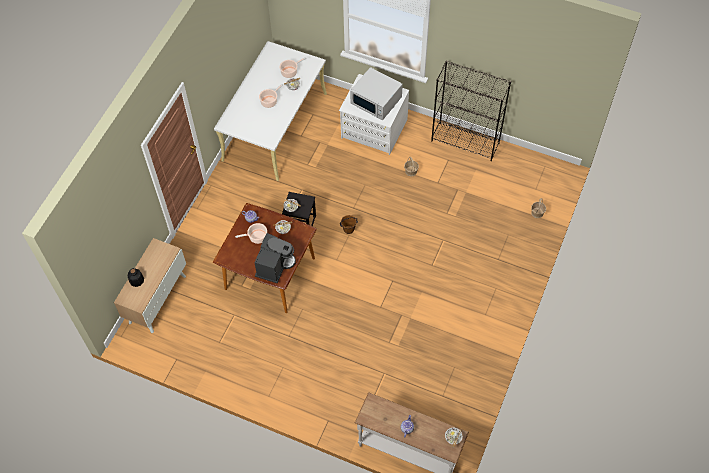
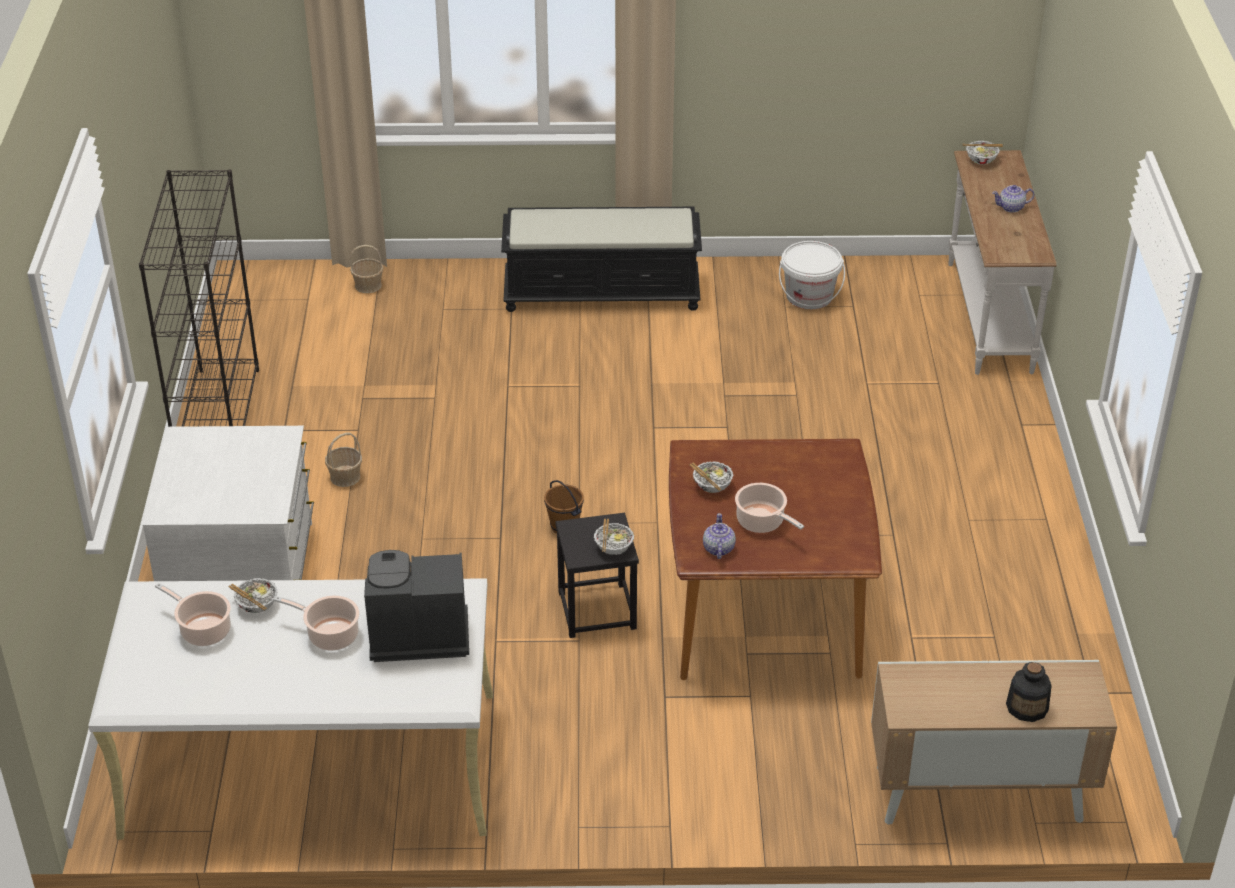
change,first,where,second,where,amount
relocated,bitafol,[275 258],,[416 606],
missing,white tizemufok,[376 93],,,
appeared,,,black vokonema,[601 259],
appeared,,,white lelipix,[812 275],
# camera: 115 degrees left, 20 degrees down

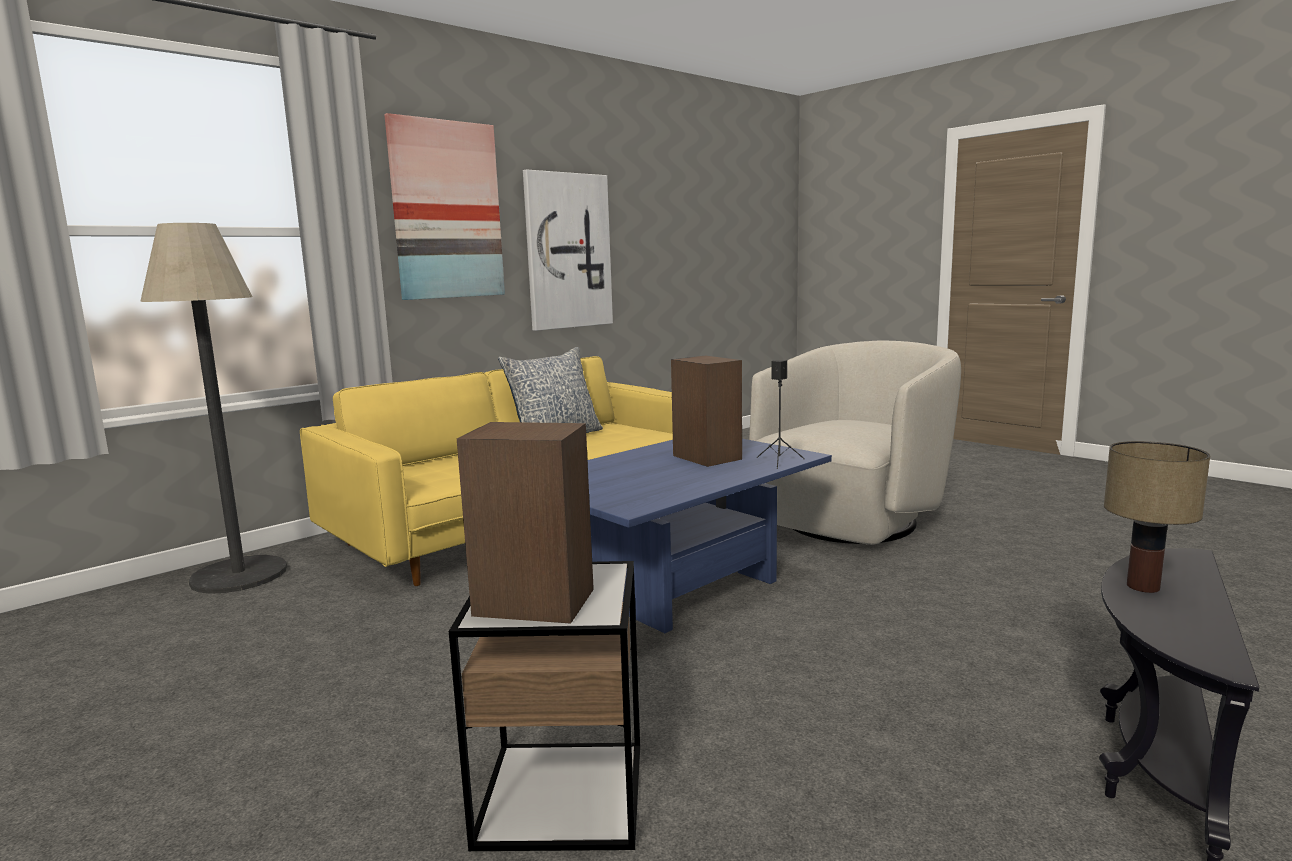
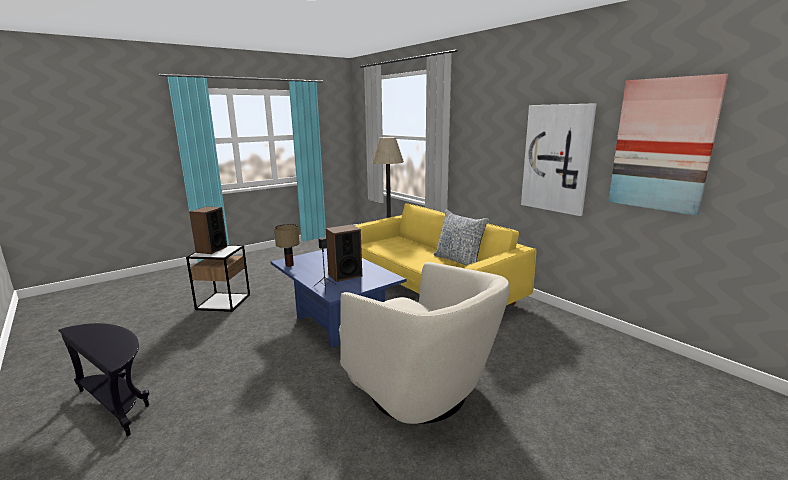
change,first,where,second,where,amount
relocated,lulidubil,[444 206],,[668 145],
relocated,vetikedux,[1157 517],,[287 245],
# camera: 95 degrees right, 5 degrees up

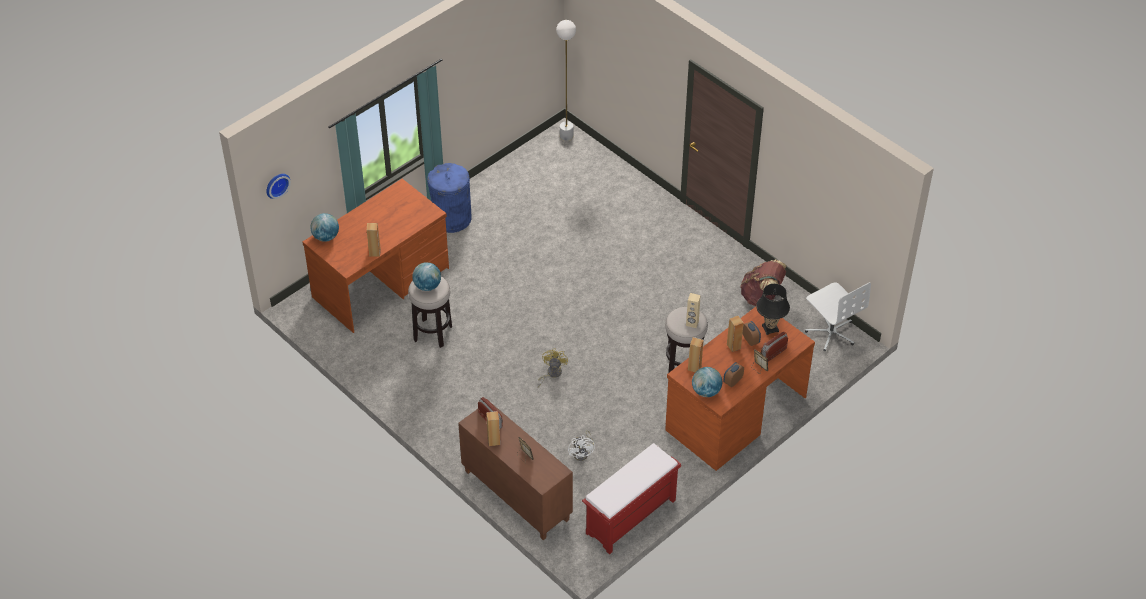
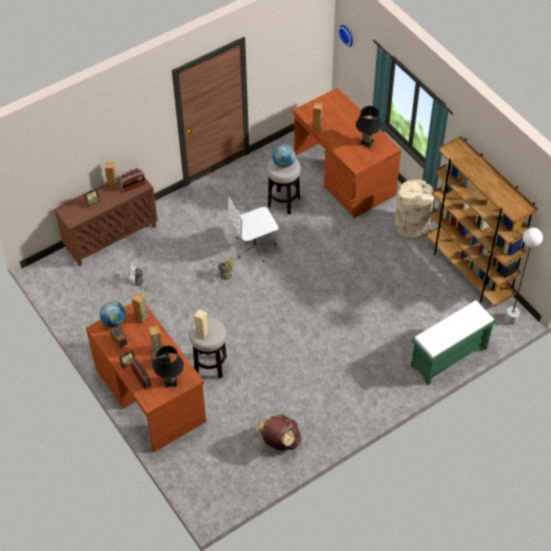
change,first,where,second,where,amount
missing,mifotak,[324 227],,,
colour,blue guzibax,[449 198],beige guzibax,[414 209],
missing,red vokonema,[631 499],,,
relocated,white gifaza,[838 316],,[253 229],
appeared,,,black vetikedux,[369 127],
appeared,,,green vokonema,[453 342],
appeared,,,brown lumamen,[482 221],
# camera: 100 degrees right, 5 degrees up

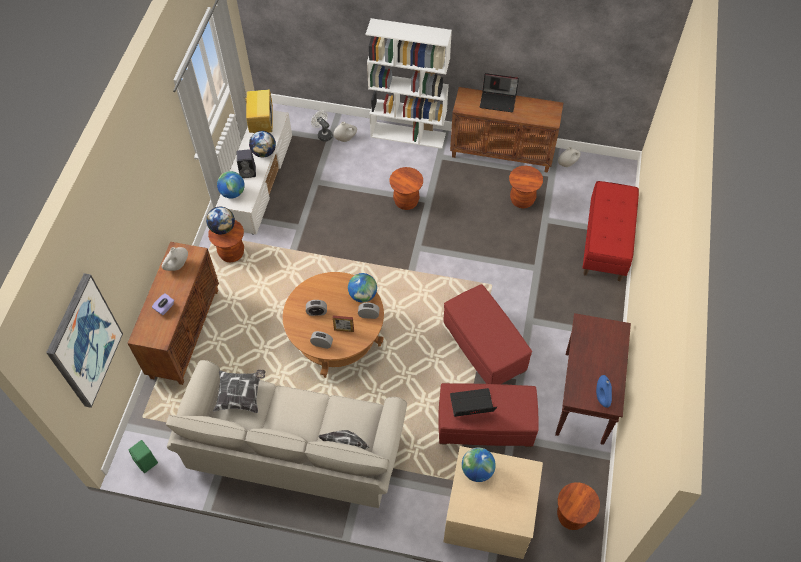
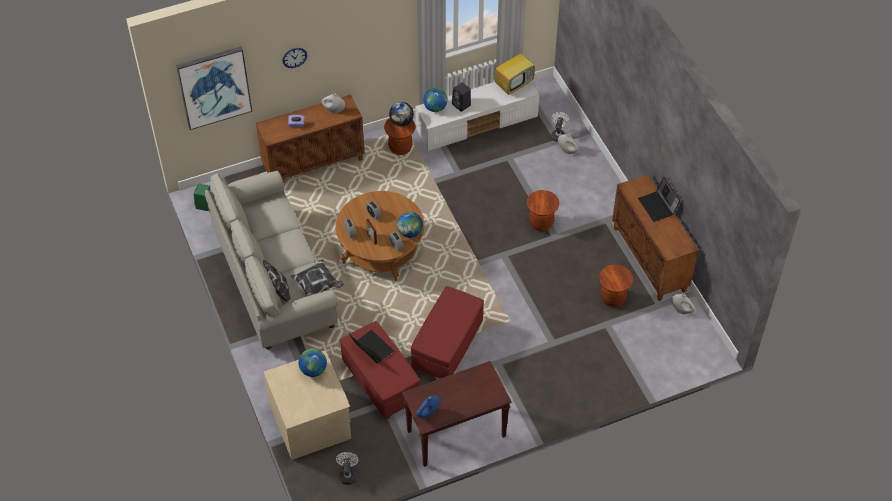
change,first,where,second,where,amount
relocated,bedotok,[239 391],,[317 277],
missing,mifotak,[262 144],,,
missing,white lumamen,[409 83],,,
exchanged,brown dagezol,[578 506],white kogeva,[347 468],
missing,red vokonema,[611 231],,,
appeared,,,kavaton,[294 58],
# camera: 55 degrees right, 5 degrees down

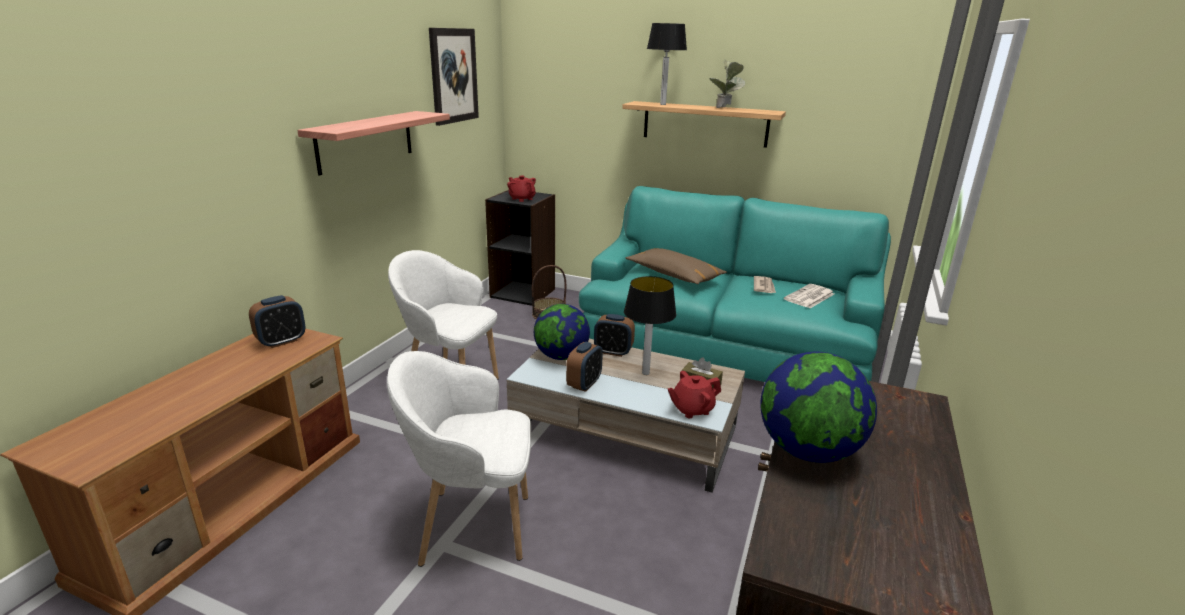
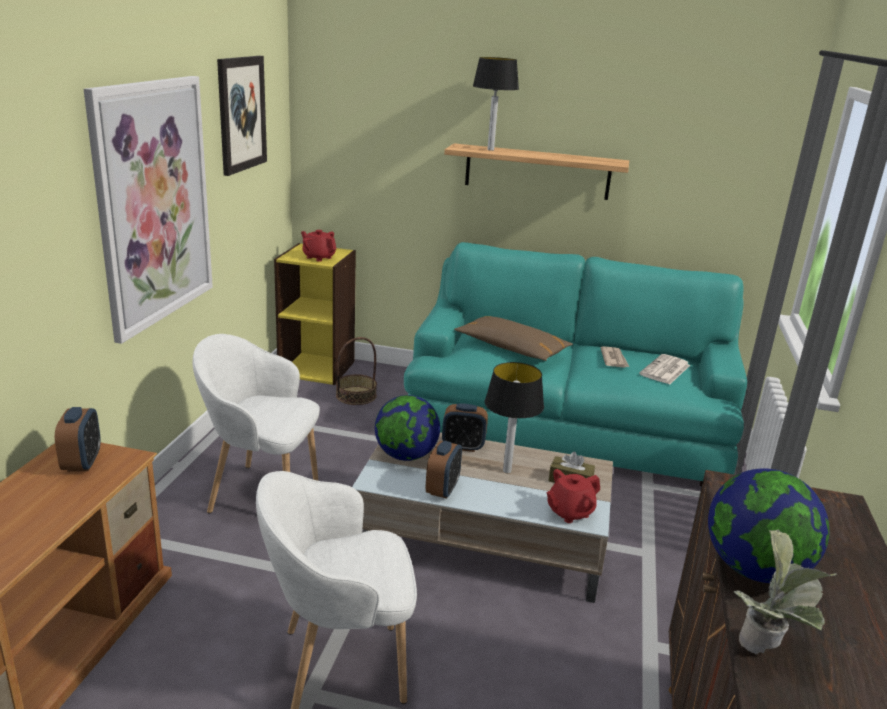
change,first,where,second,where,amount
spun,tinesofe,[277 321],,[78 439],45 degrees counterclockwise
exchanged,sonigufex,[373 143],lulidubil,[148 210],
colour,black lumamen,[520 248],yellow lumamen,[315 314],
relocated,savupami,[727 84],,[785 592],
# camera: 10 degrees left, 0 degrees up

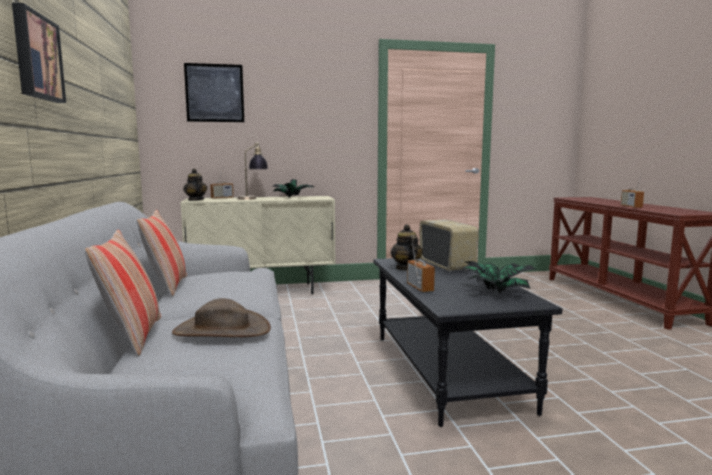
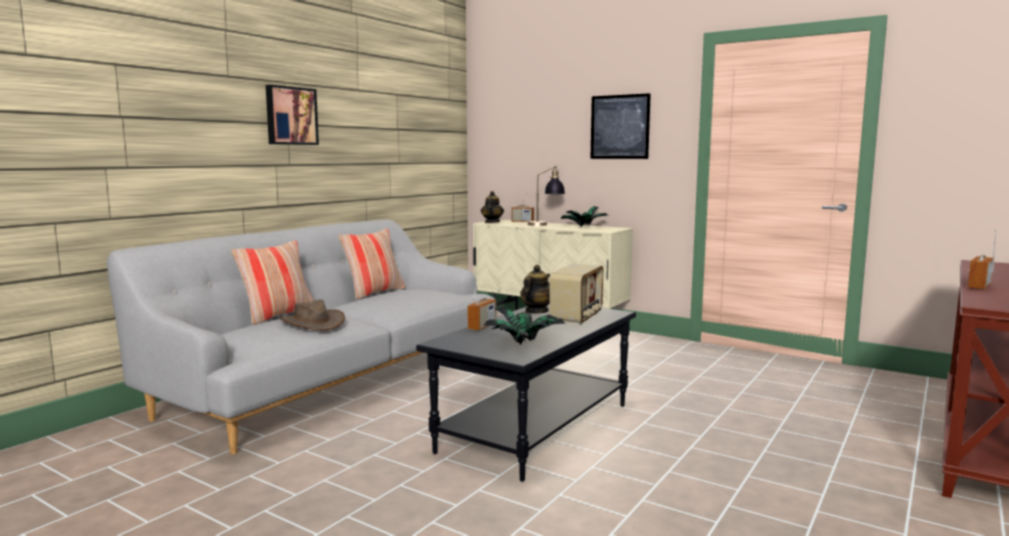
change,first,where,second,where,amount
relocated,lulidubil,[214 92],,[620 126],
# camera: 45 degrees right, 0 degrees up

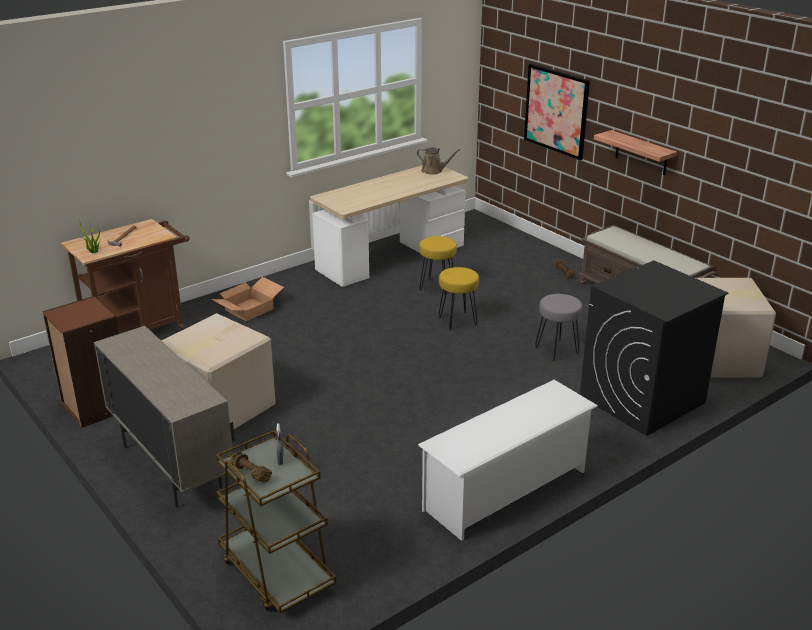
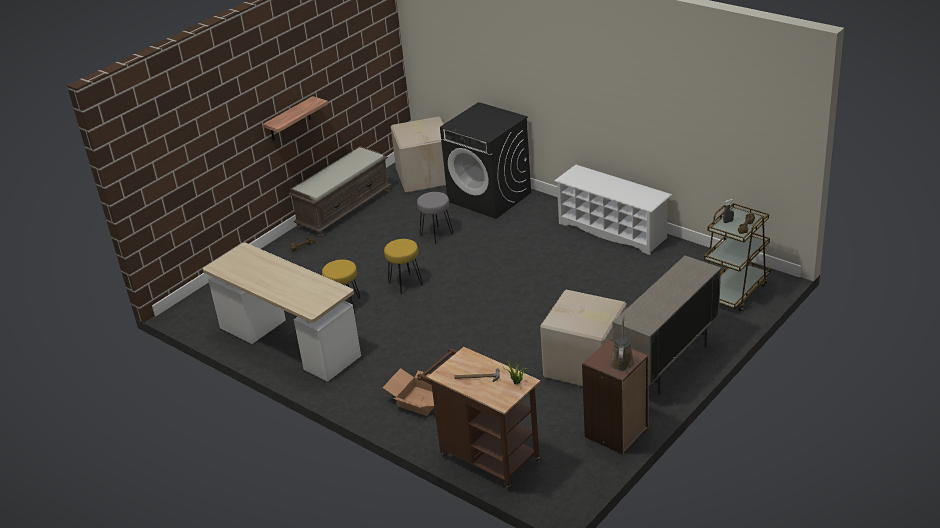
change,first,where,second,where,amount
relocated,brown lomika,[439 161],,[622 343],
missing,lulidubil,[557 112],,,
# camera: 100 degrees left, 5 degrees up

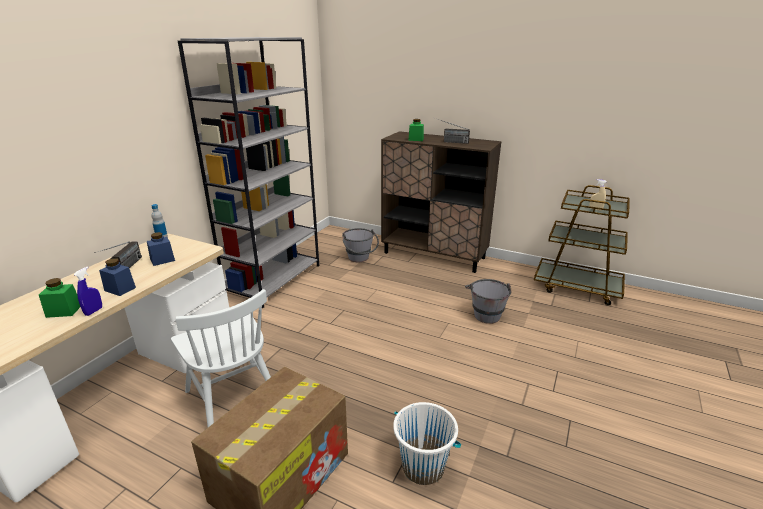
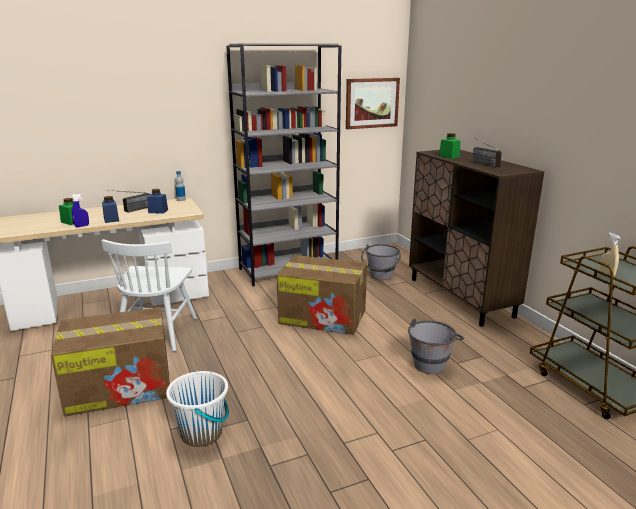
change,first,where,second,where,amount
appeared,,,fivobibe,[322 295],
appeared,,,lulidubil,[373 103],
# camera: 40 degrees right, 5 degrees down

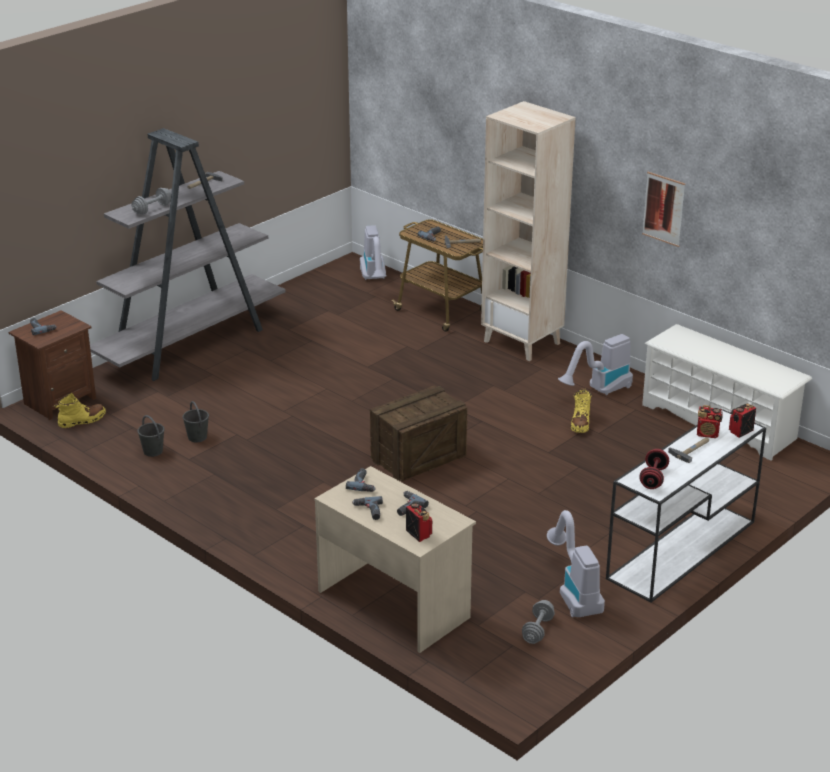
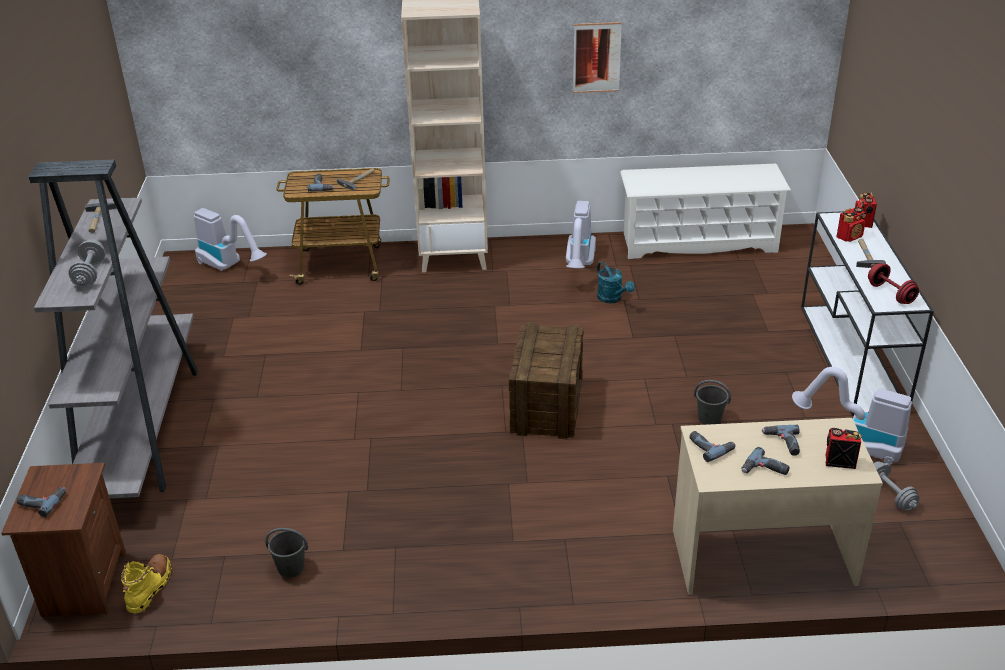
change,first,where,second,where,amount
relocated,grey lelipix,[195 421],,[712 402],
exchanged,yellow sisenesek,[581 410],turquoise lomika,[616 282],
# camera: 45 degrees left, 5 degrees up

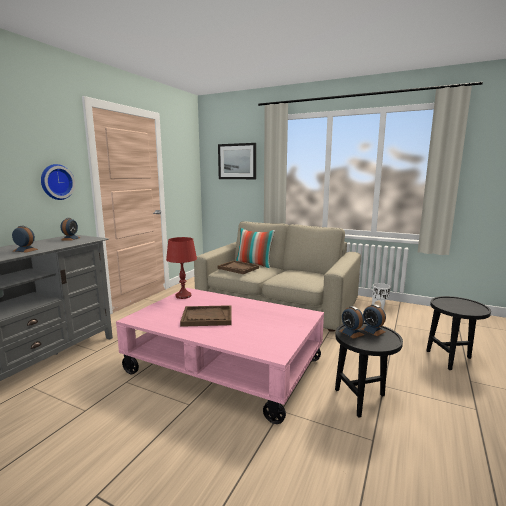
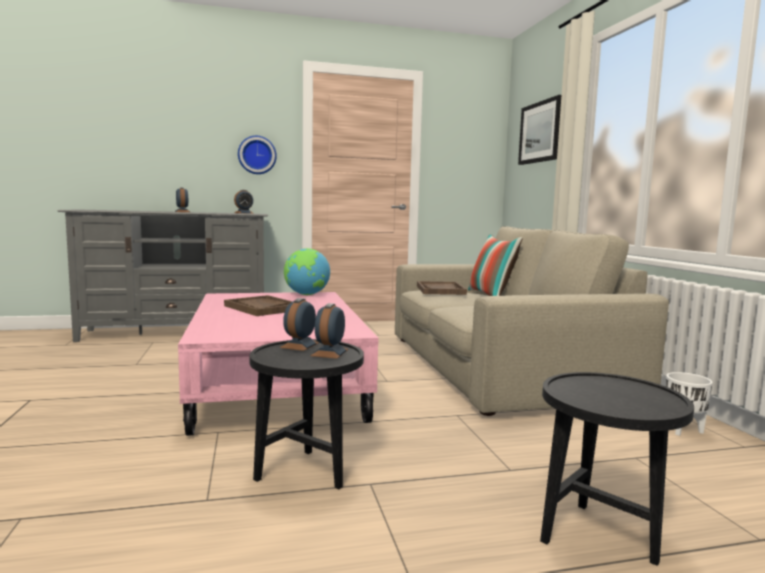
change,first,where,second,where,amount
exchanged,red vetikedux,[181 268],mifotak,[307 271],
# camera: 50 degrees right, 5 degrees down

